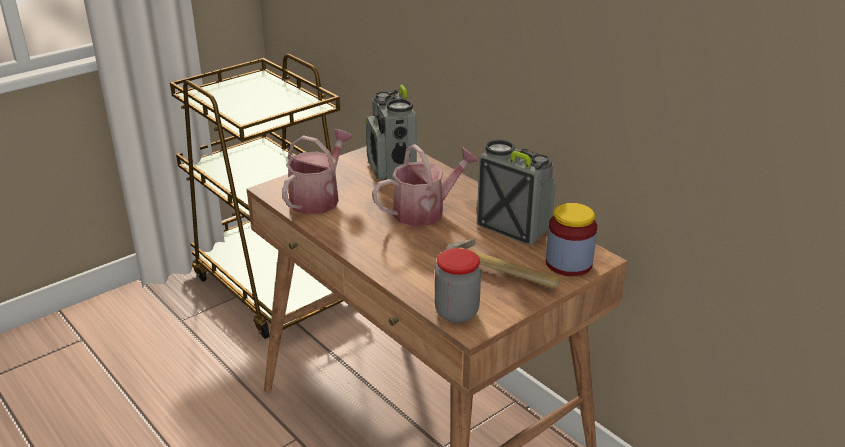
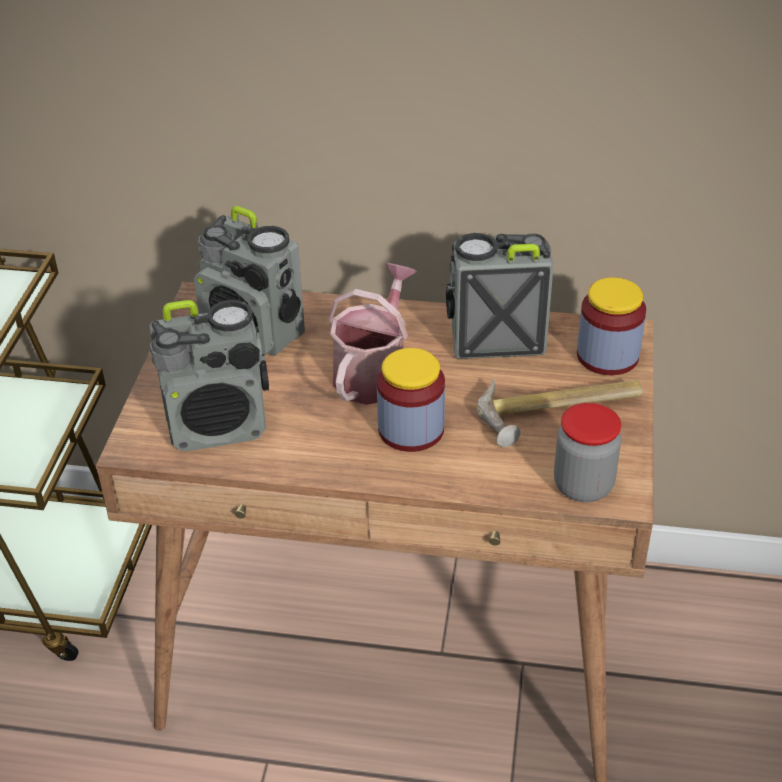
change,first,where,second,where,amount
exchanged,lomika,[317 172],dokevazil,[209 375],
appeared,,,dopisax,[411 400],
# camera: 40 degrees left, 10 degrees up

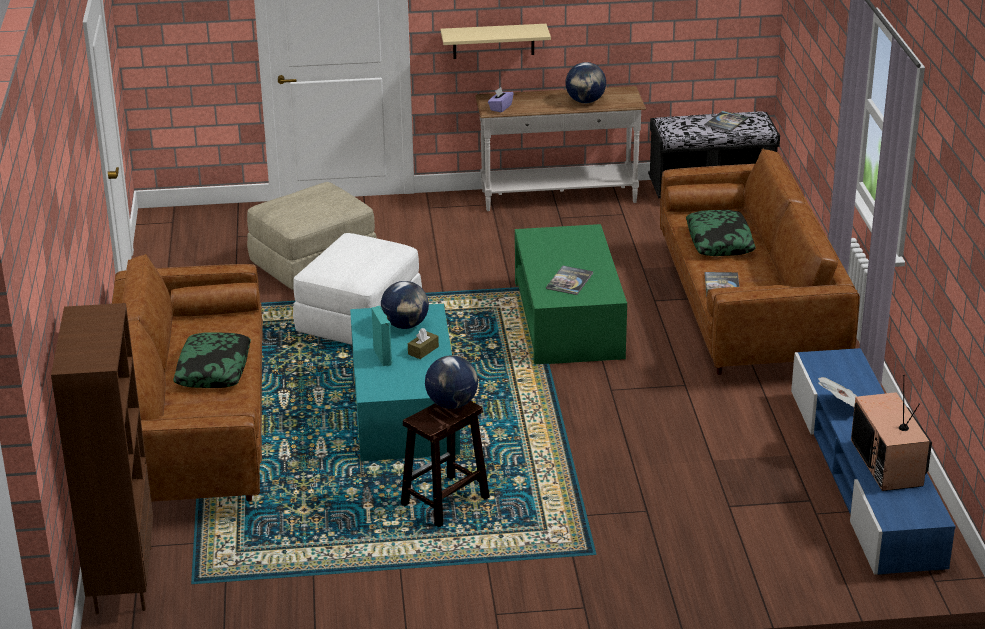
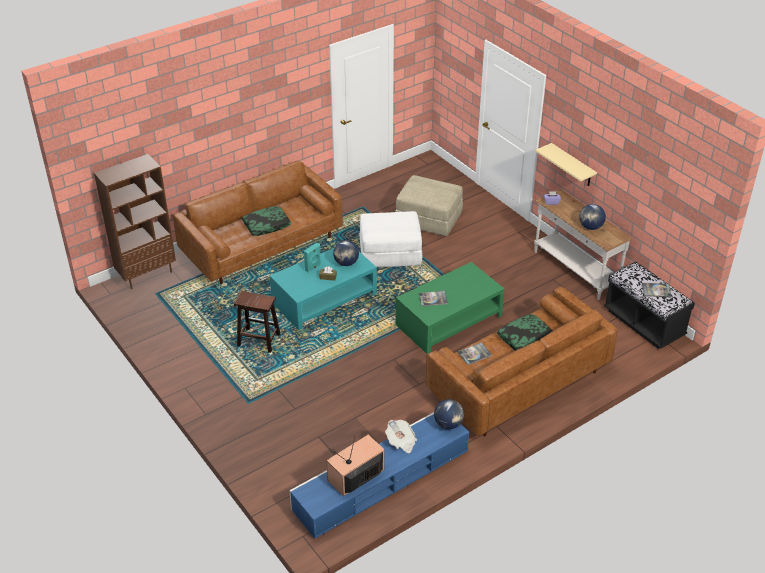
change,first,where,second,where,amount
relocated,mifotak,[451 382],,[449 414],
# camera: 60 degrees right, 10 degrees up

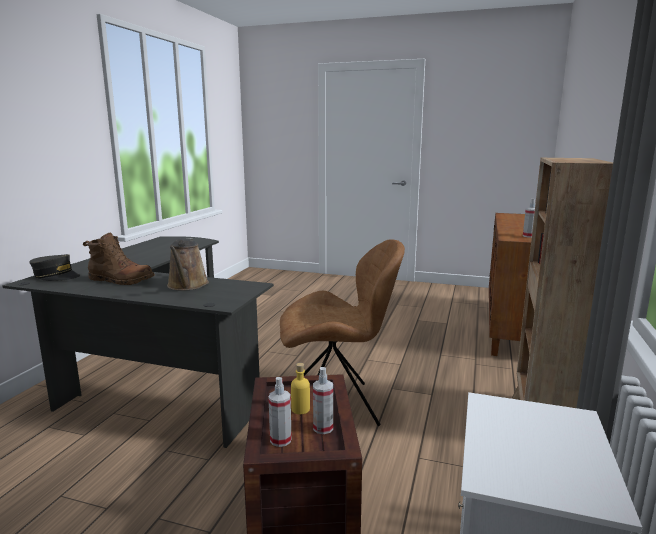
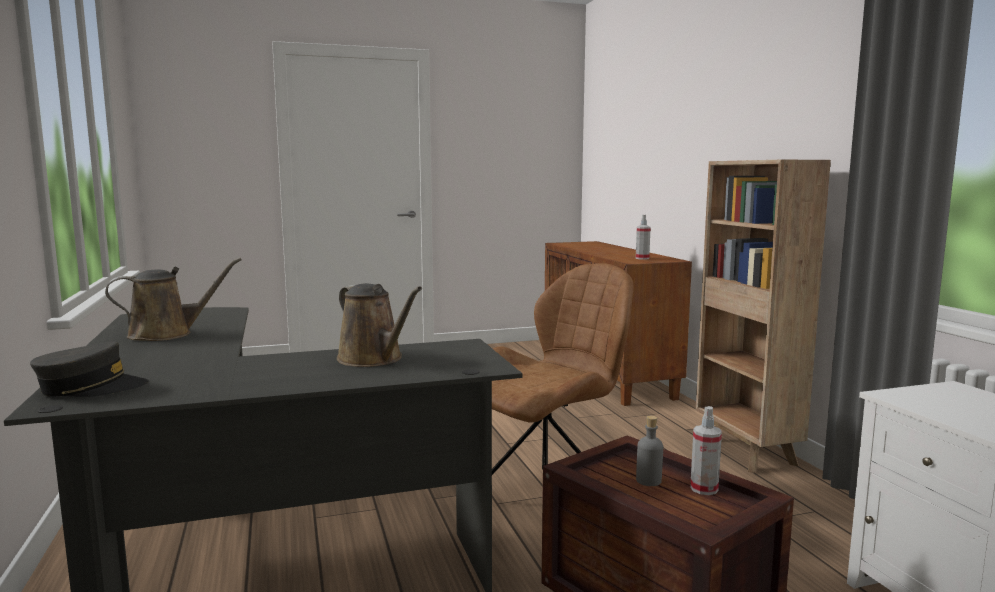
change,first,where,second,where,amount
missing,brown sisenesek,[119 259],,,
missing,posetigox,[280 412],,,
colour,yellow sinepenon,[300 388],grey sinepenon,[649 451],
appeared,,,brown lomika,[173 299],
# camera: 35 degrees left, 5 degrees down

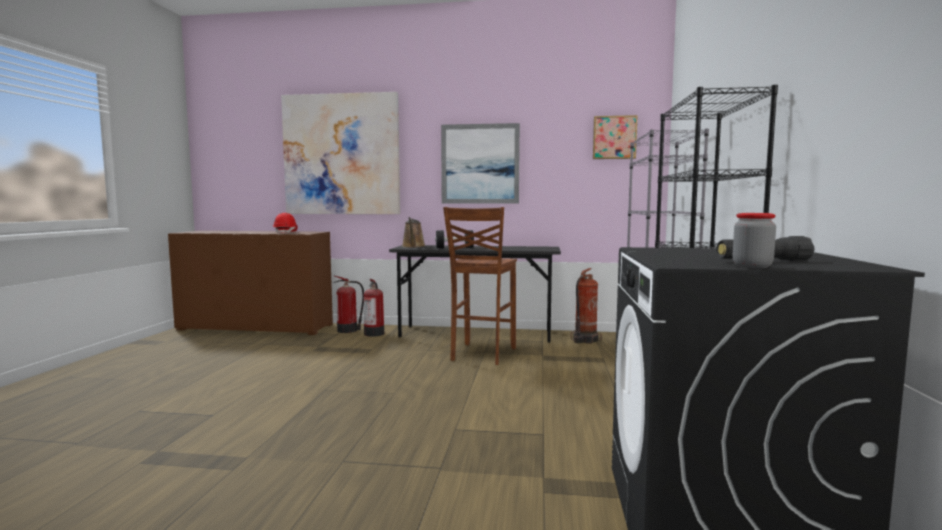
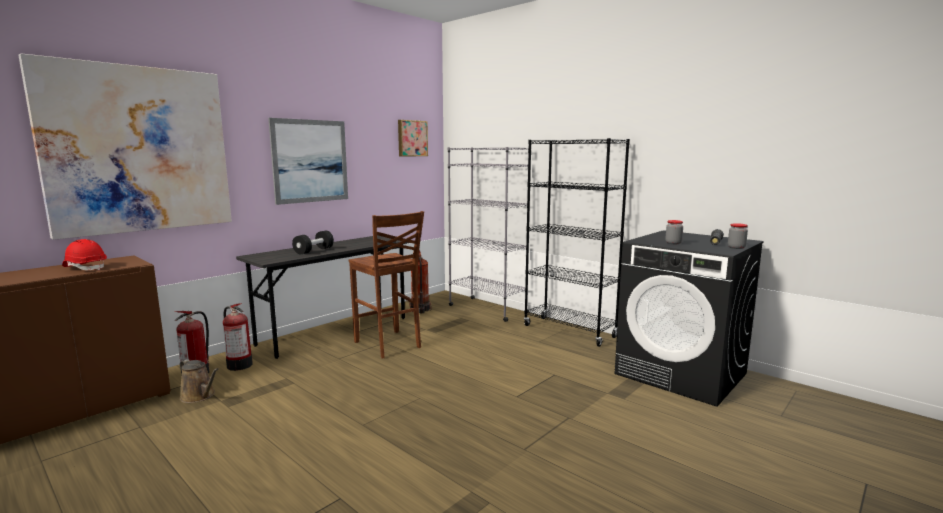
change,first,where,second,where,amount
relocated,brown lomika,[413 232],,[199 381],
appeared,,,dopisax,[674 232],
# camera: 55 degrees left, 5 degrees up

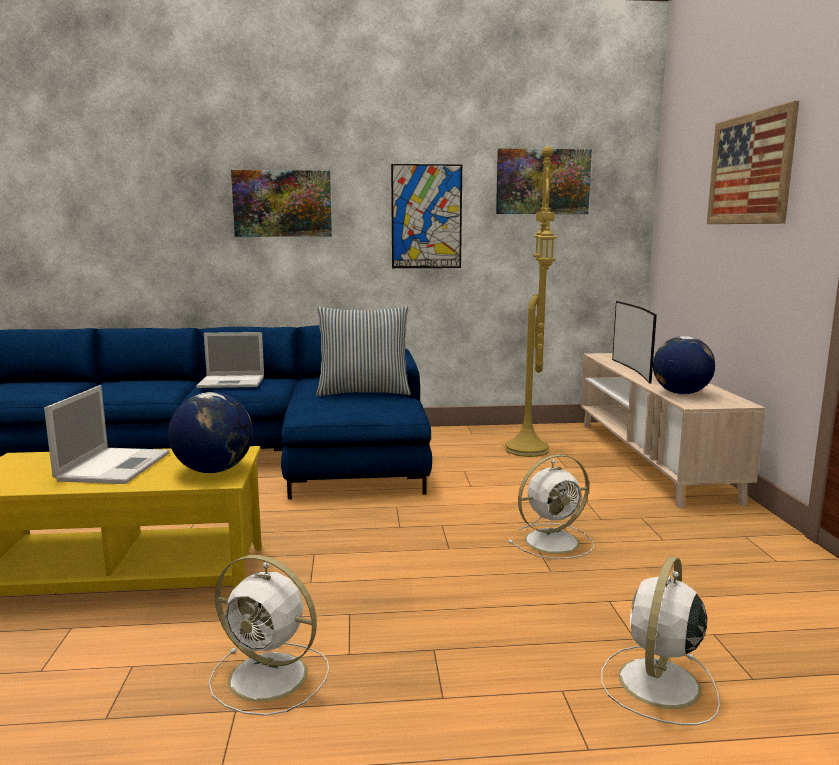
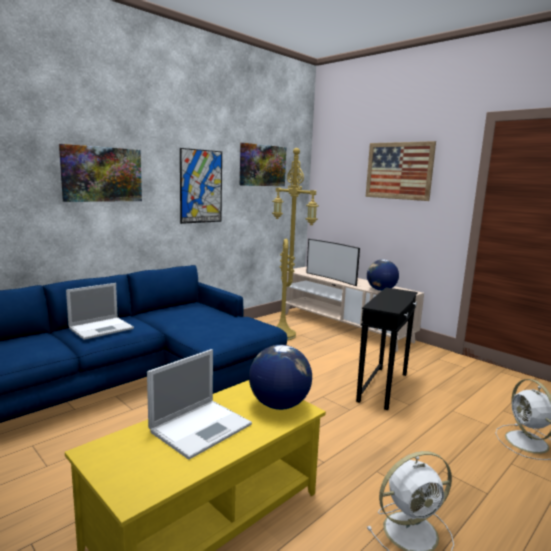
change,first,where,second,where,amount
spun,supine,[107 434],,[199 404],75 degrees clockwise
missing,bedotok,[363 351],,,
exchanged,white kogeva,[551 506],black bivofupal,[386 349],
# camera: 40 degrees left, 0 degrees up

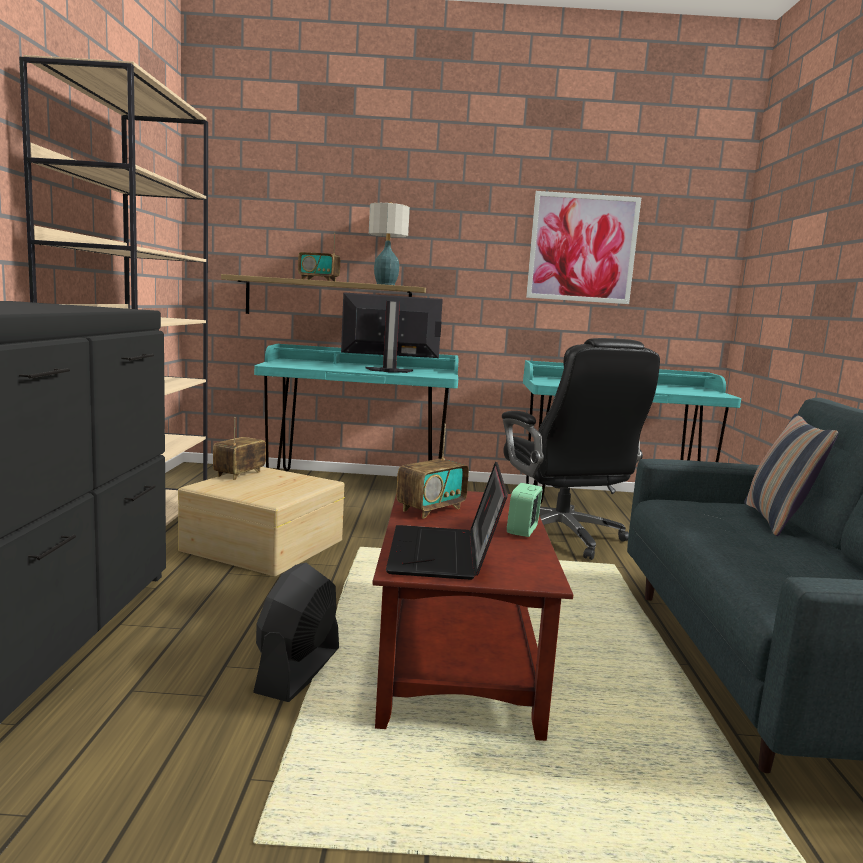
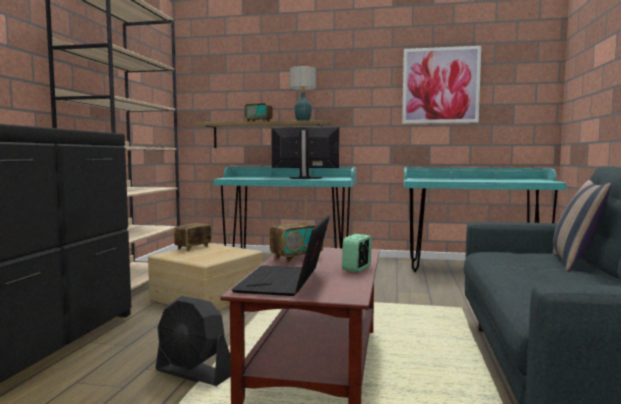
change,first,where,second,where,amount
spun,black kogeva,[296 632],,[193 341],90 degrees counterclockwise
missing,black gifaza,[581 449],,,
# camera: 10 degrees right, 5 degrees down

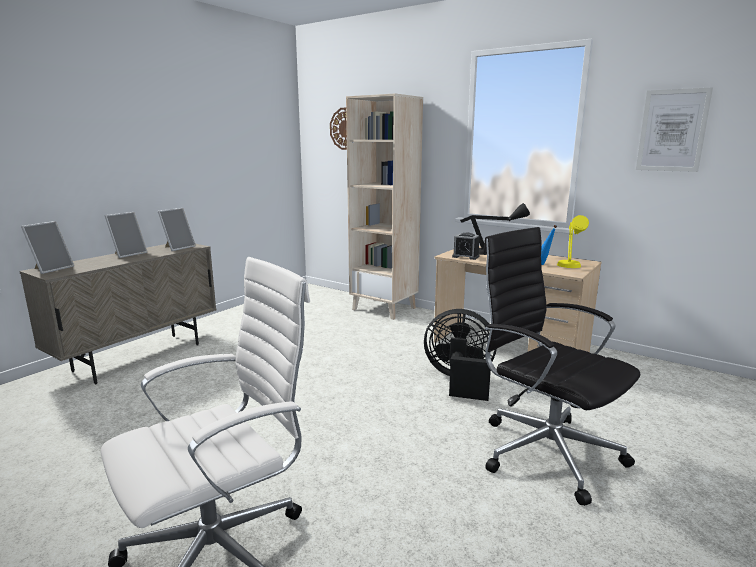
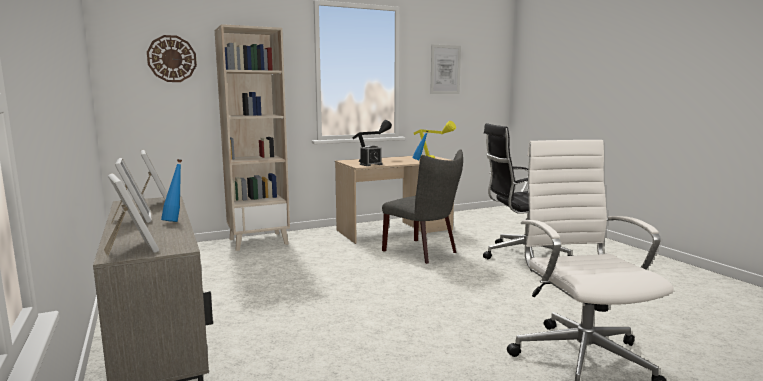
change,first,where,second,where,amount
exchanged,black kogeva,[460 355],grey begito,[422 206],
appeared,,,blue sinepenon,[171 190],
# camera: 60 degrees left, 5 degrees down

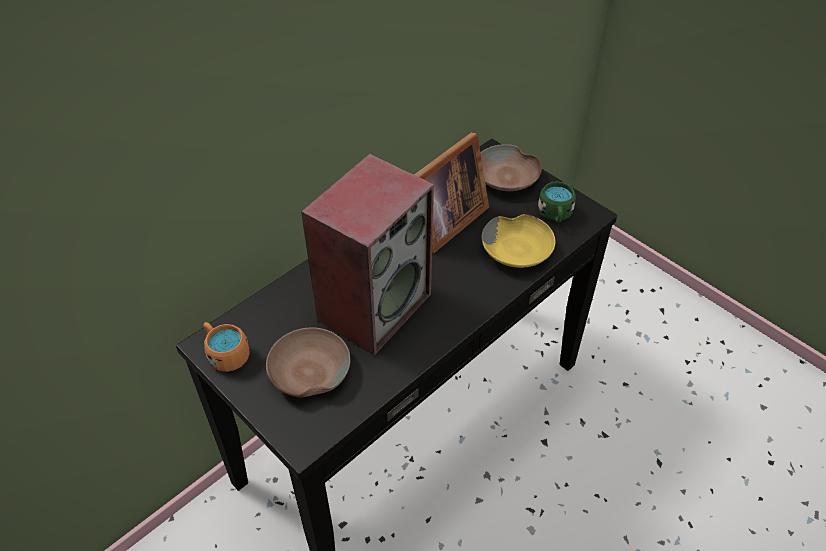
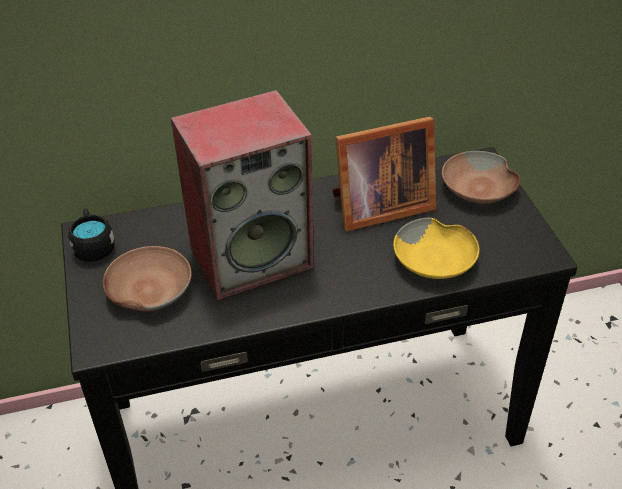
change,first,where,second,where,amount
colour,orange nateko,[226 347],black nateko,[91 235],
missing,green nateko,[557 202],,,
# camera: 30 degrees right, 5 degrees down

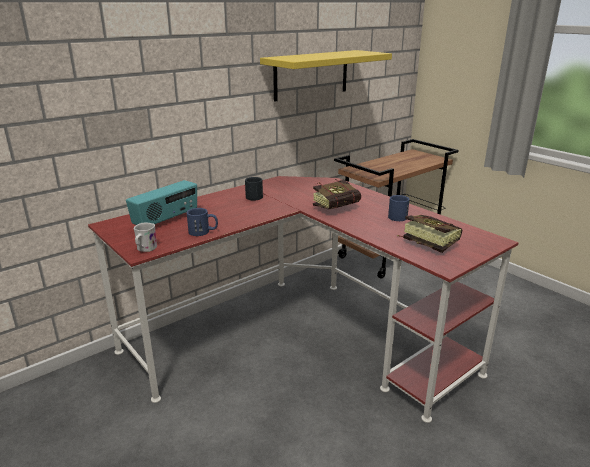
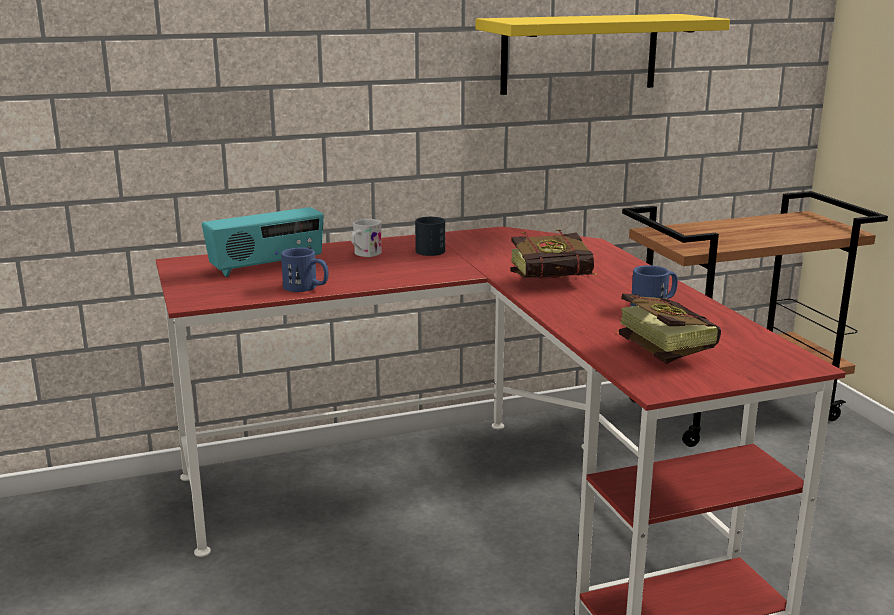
change,first,where,second,where,amount
relocated,white nateko,[145 237],,[366 237],
# camera: 20 degrees right, 5 degrees down

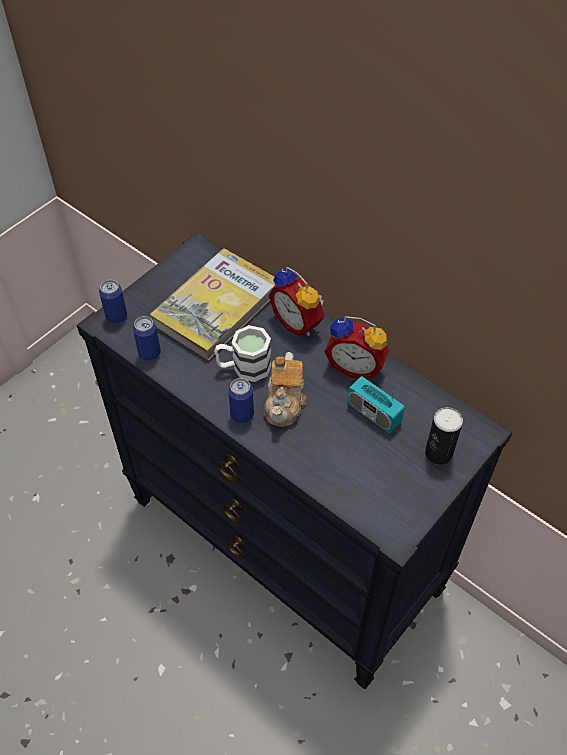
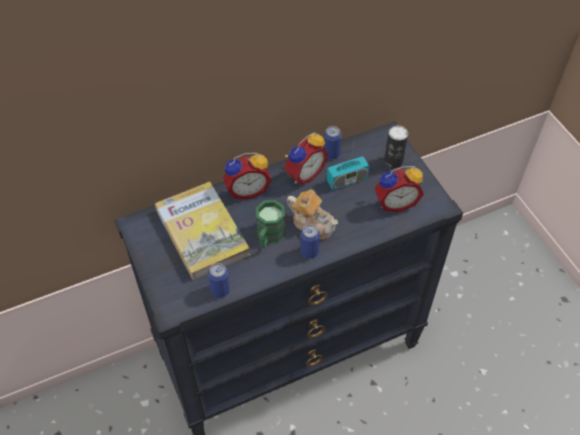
change,first,where,second,where,amount
relocated,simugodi,[113 302],,[333 143],
colour,white nateko,[242 353],green nateko,[270 224],
appeared,,,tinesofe,[399 189],
# camera: 65 degrees left, 0 degrees up

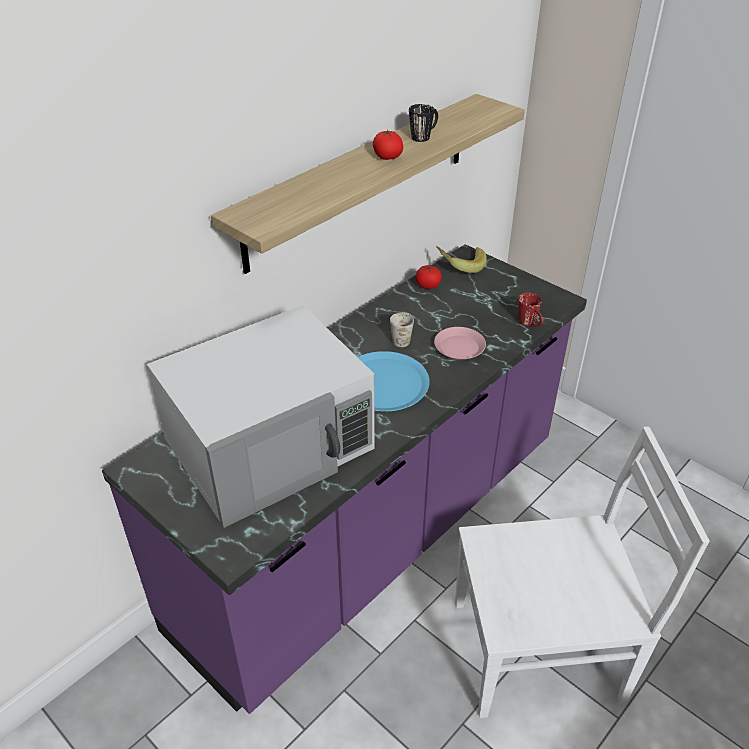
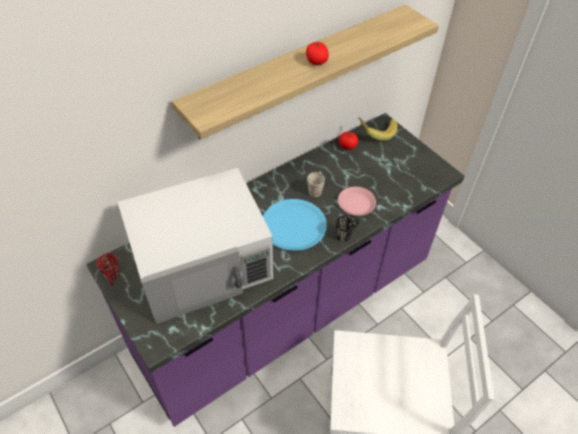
change,first,where,second,where,amount
relocated,black nateko,[423 123],,[347 229],
relocated,red nateko,[530 309],,[108 269],
# camera: 10 degrees right, 10 degrees up

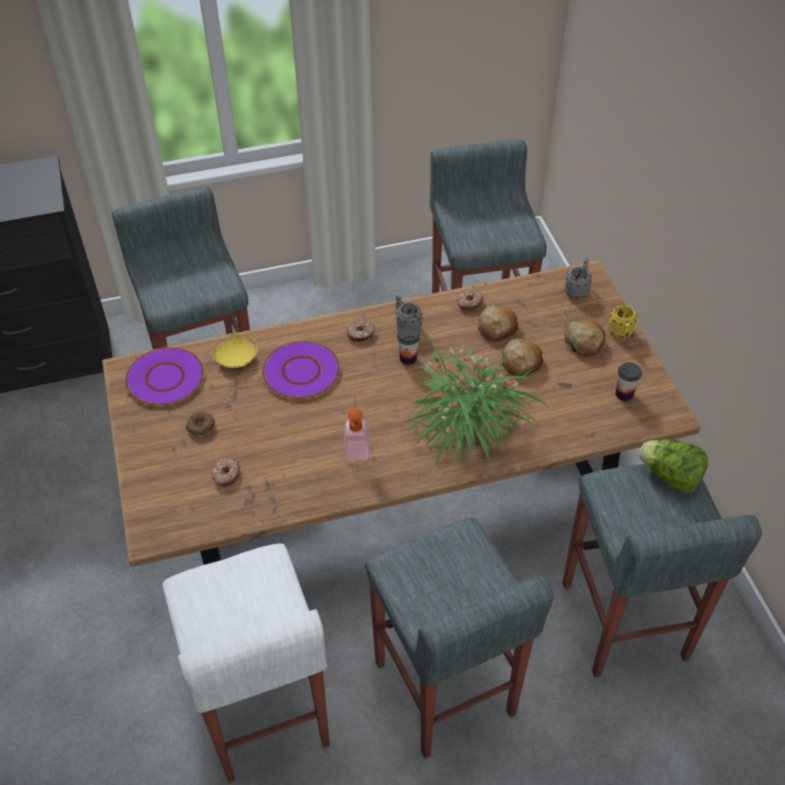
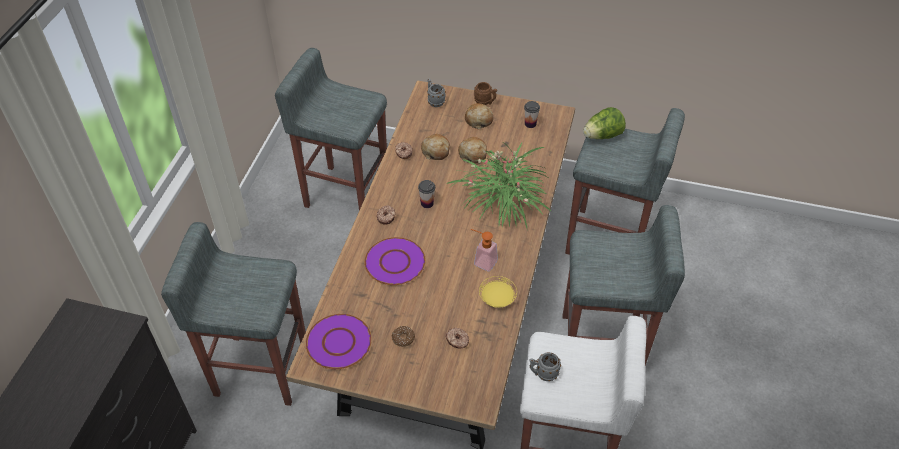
change,first,where,second,where,amount
relocated,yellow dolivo,[234 350],,[498 292],
relocated,grey nateko,[409 313],,[545 366],
colour,yellow nateko,[623 323],brown nateko,[485 93],
# camera: 60 degrees left, 0 degrees up

